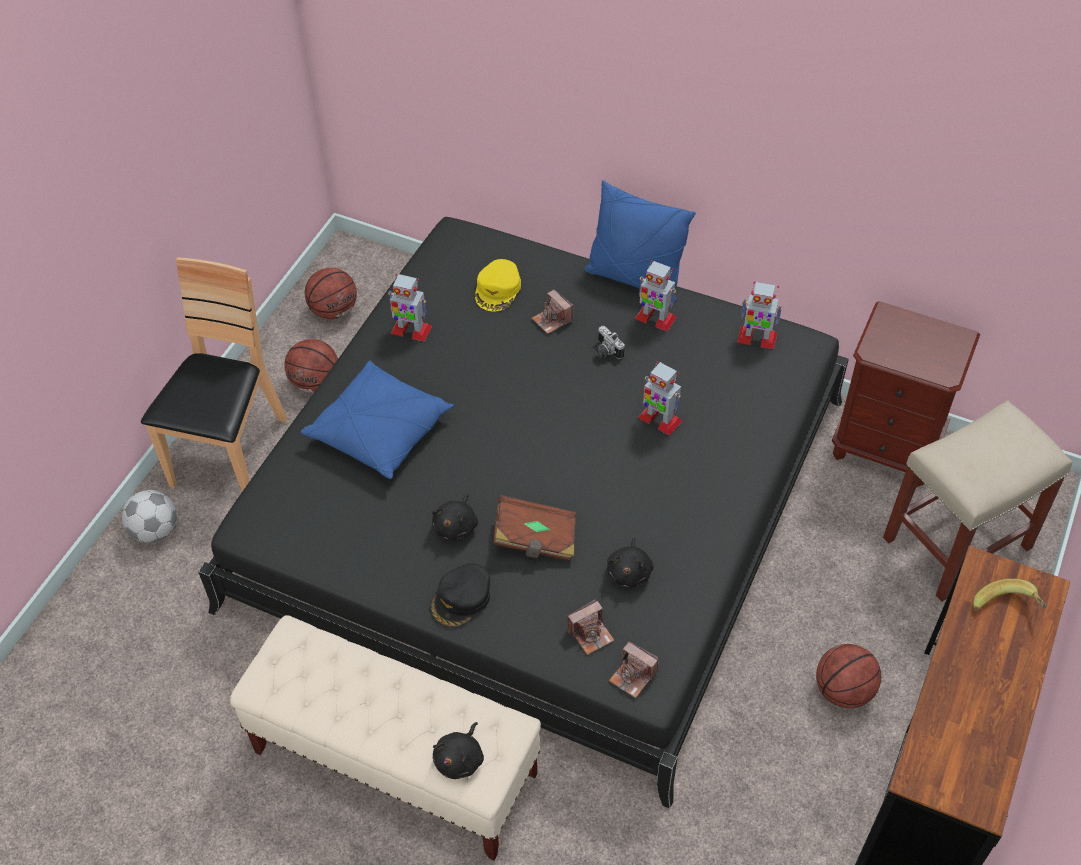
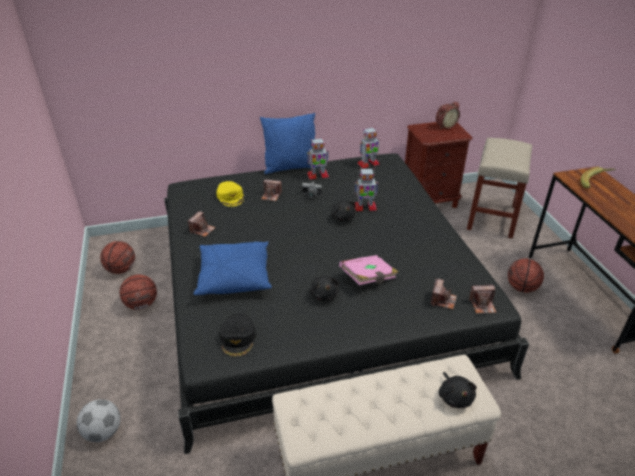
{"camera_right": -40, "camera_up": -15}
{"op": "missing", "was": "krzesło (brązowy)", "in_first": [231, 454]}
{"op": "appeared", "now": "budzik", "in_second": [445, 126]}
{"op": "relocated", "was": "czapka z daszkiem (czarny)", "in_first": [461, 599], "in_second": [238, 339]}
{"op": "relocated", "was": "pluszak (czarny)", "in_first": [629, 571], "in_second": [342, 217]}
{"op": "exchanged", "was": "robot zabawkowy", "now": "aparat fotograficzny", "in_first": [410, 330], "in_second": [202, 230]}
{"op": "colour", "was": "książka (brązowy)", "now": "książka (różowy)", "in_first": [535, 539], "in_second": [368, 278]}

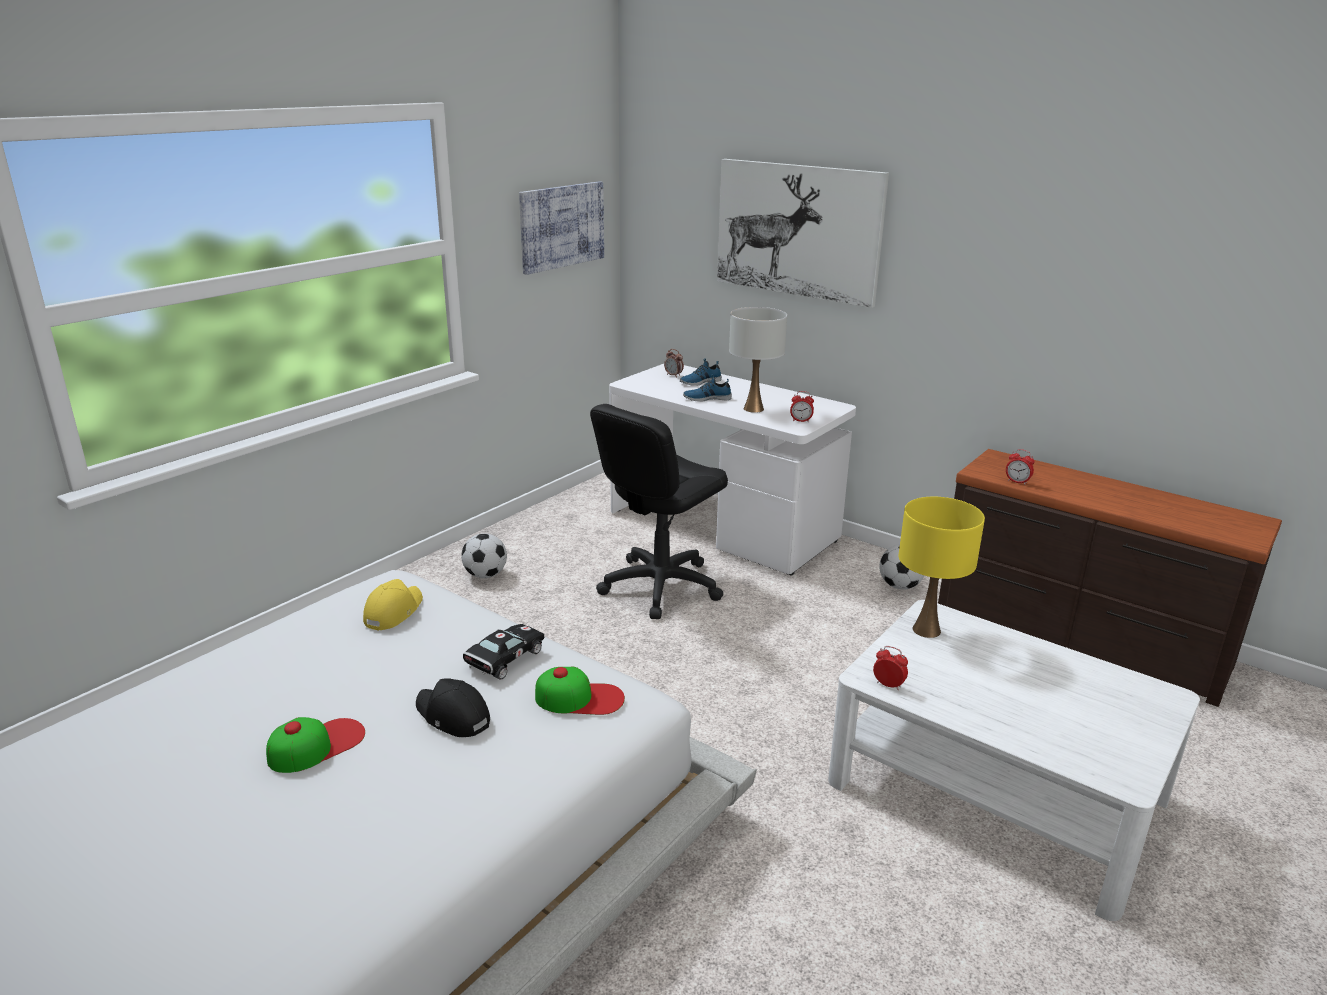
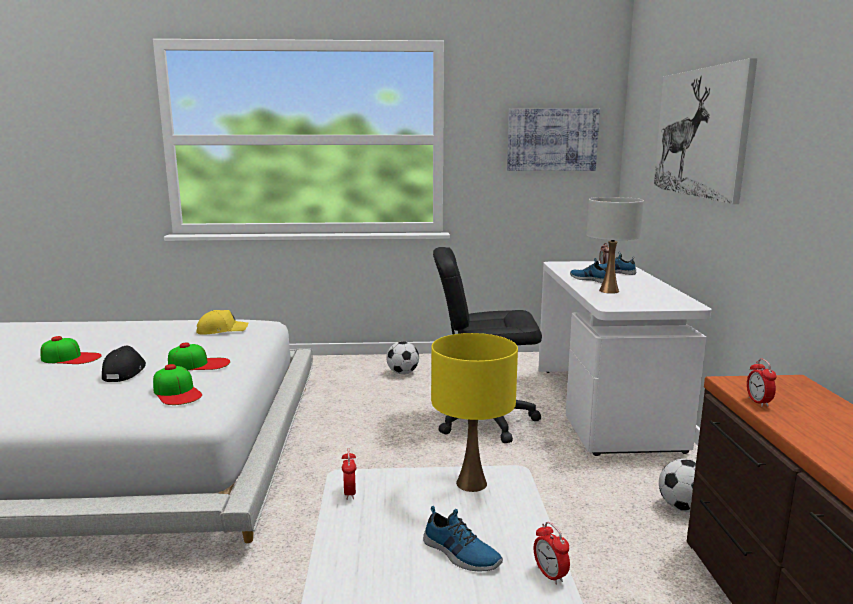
{"camera_right": 50, "camera_up": -10}
{"op": "appeared", "now": "but", "in_second": [460, 554]}
{"op": "relocated", "was": "budzik", "in_first": [801, 421], "in_second": [550, 575]}
{"op": "exchanged", "was": "samochodzik (czarny)", "now": "czapka z daszkiem", "in_first": [503, 660], "in_second": [199, 364]}

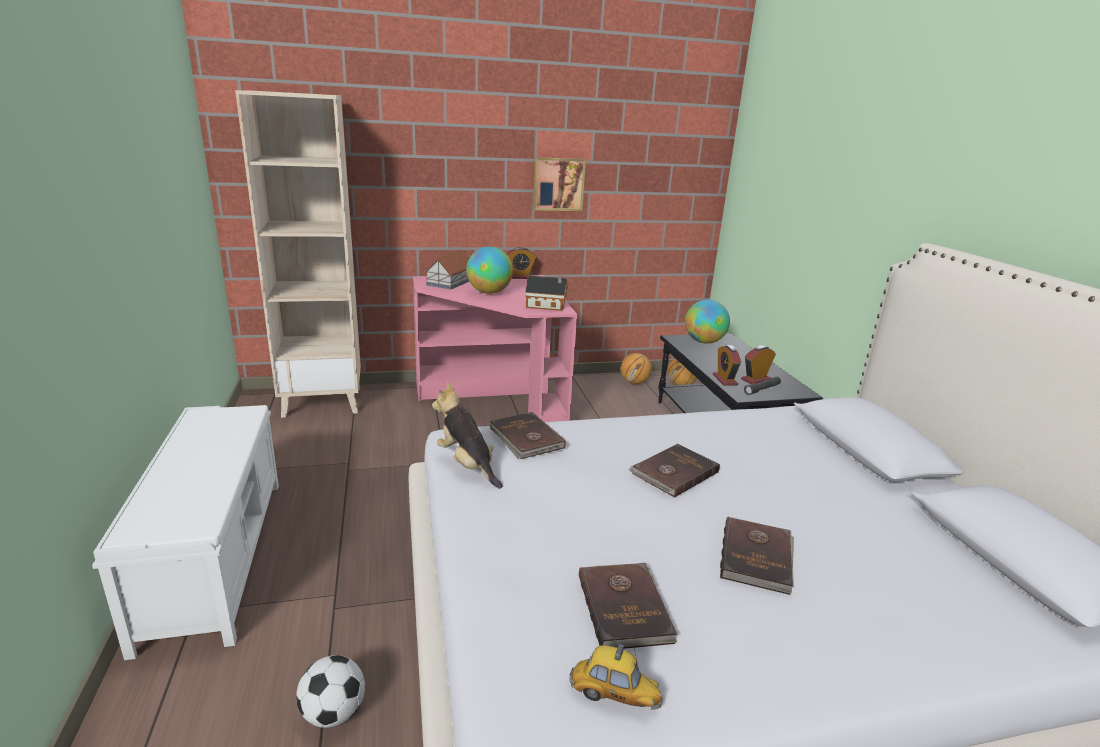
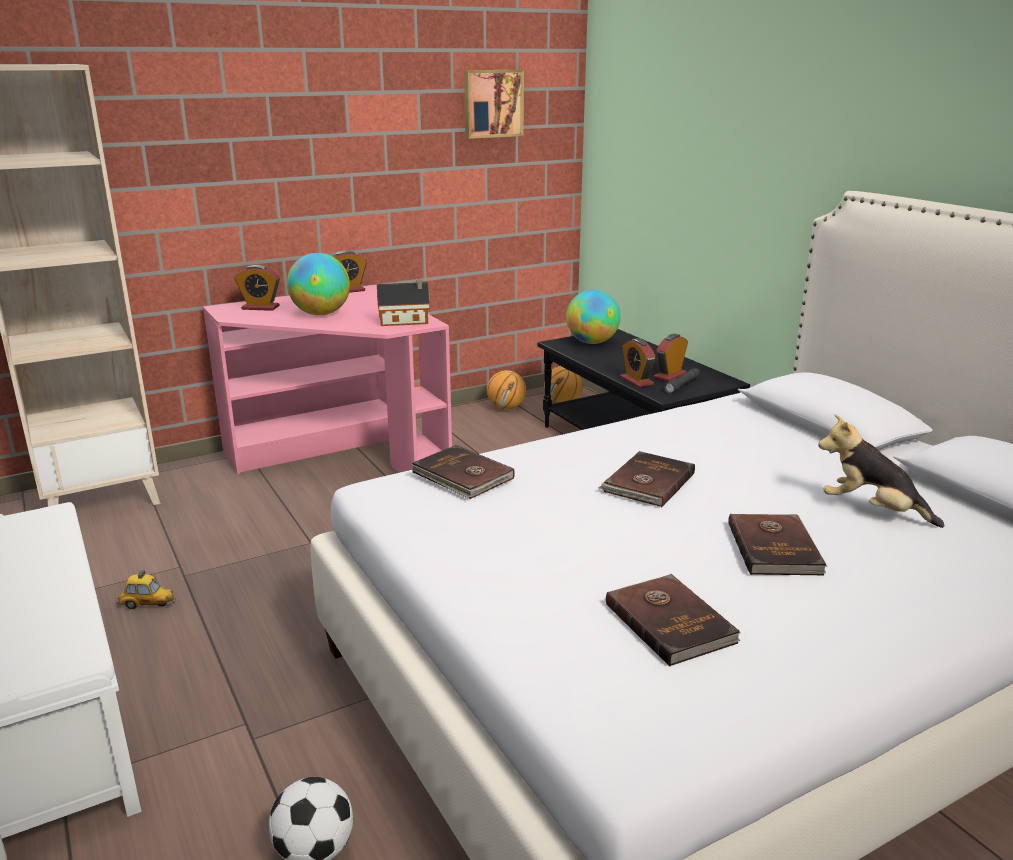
{"camera_right": -15, "camera_up": 0}
{"op": "relocated", "was": "pluszak", "in_first": [467, 465], "in_second": [871, 510]}
{"op": "relocated", "was": "obraz", "in_first": [558, 184], "in_second": [492, 103]}
{"op": "relocated", "was": "samochodzik", "in_first": [614, 695], "in_second": [147, 605]}
{"op": "exchanged", "was": "domek", "now": "budzik", "in_first": [450, 282], "in_second": [260, 307]}

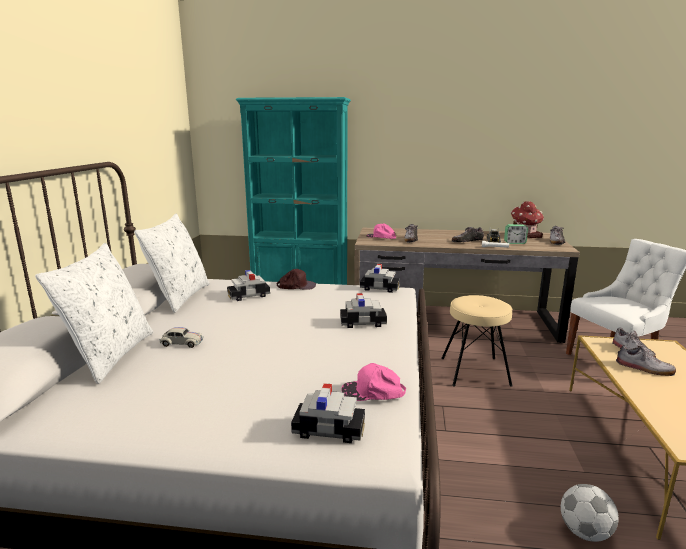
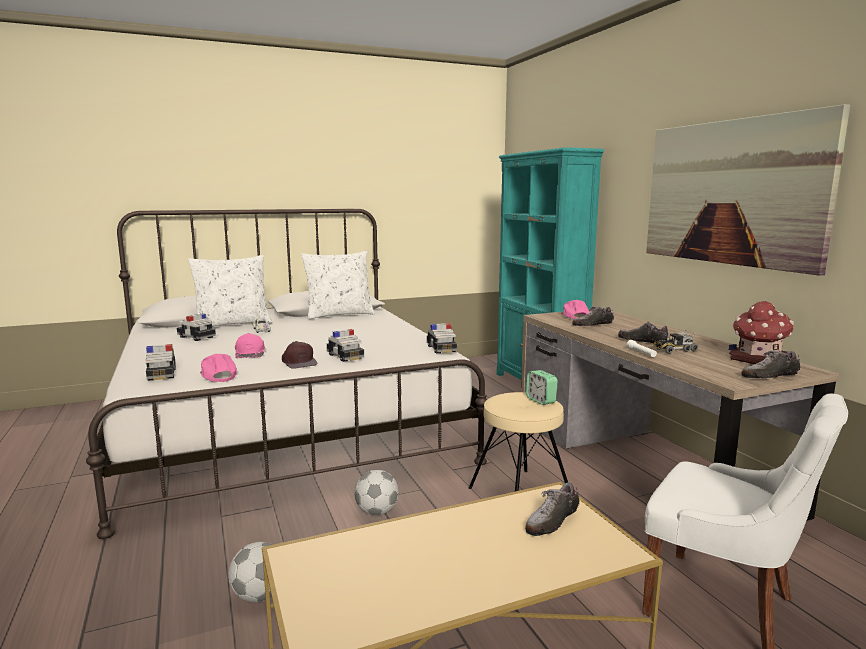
{"camera_right": 60, "camera_up": -5}
{"op": "missing", "was": "but", "in_first": [644, 368]}
{"op": "appeared", "now": "czapka z daszkiem (różowy)", "in_second": [250, 353]}
{"op": "appeared", "now": "piłka futbolowa", "in_second": [377, 512]}
{"op": "appeared", "now": "obraz", "in_second": [731, 192]}
{"op": "relocated", "was": "samochodzik", "in_first": [248, 295], "in_second": [196, 337]}
{"op": "relocated", "was": "czapka z daszkiem (brązowy)", "in_first": [296, 286], "in_second": [299, 362]}
{"op": "relocated", "was": "budzik", "in_first": [514, 243], "in_second": [541, 400]}

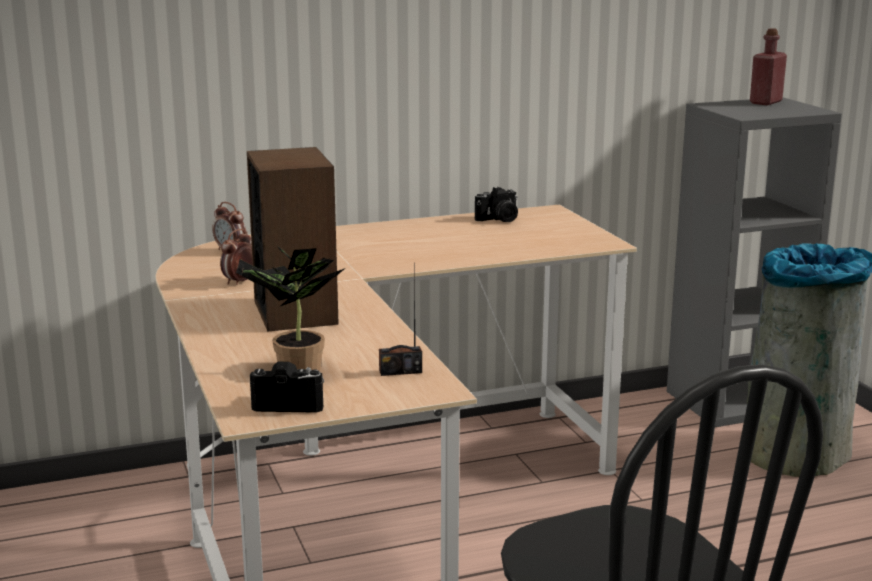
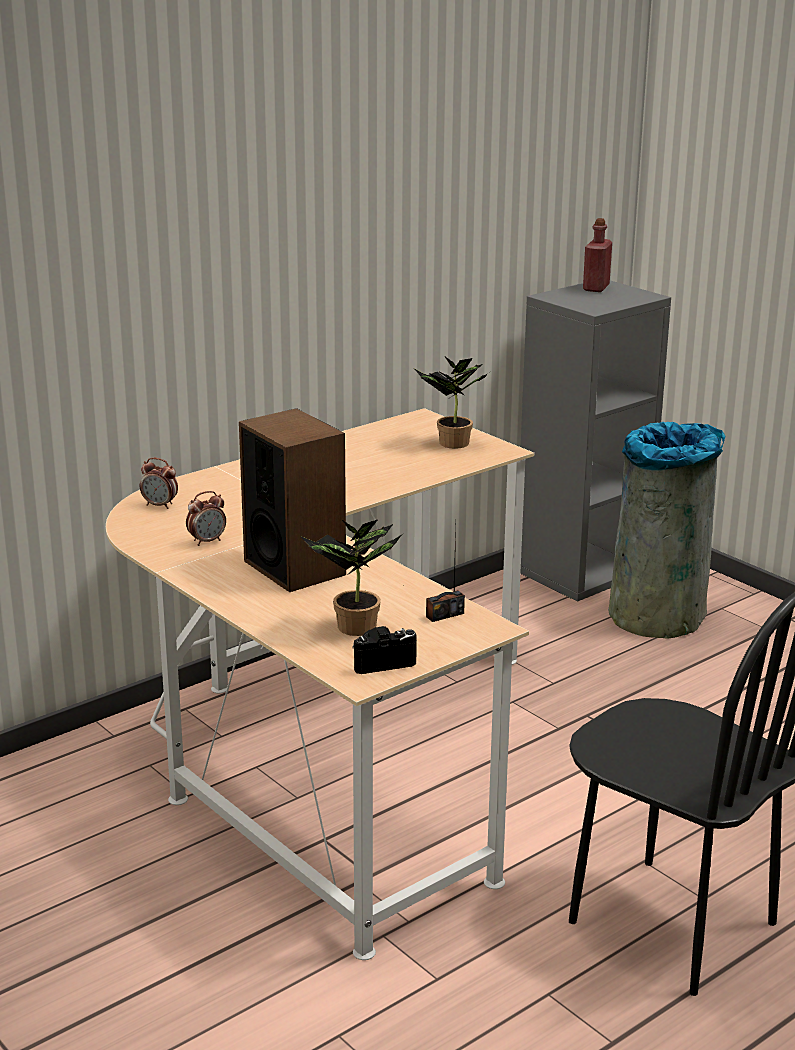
{"camera_right": -20, "camera_up": 5}
{"op": "missing", "was": "aparat fotograficzny", "in_first": [499, 220]}
{"op": "appeared", "now": "roślina doniczkowa", "in_second": [450, 444]}
{"op": "spun", "was": "budzik", "in_first": [239, 282], "in_second": [207, 541], "clockwise": -135}

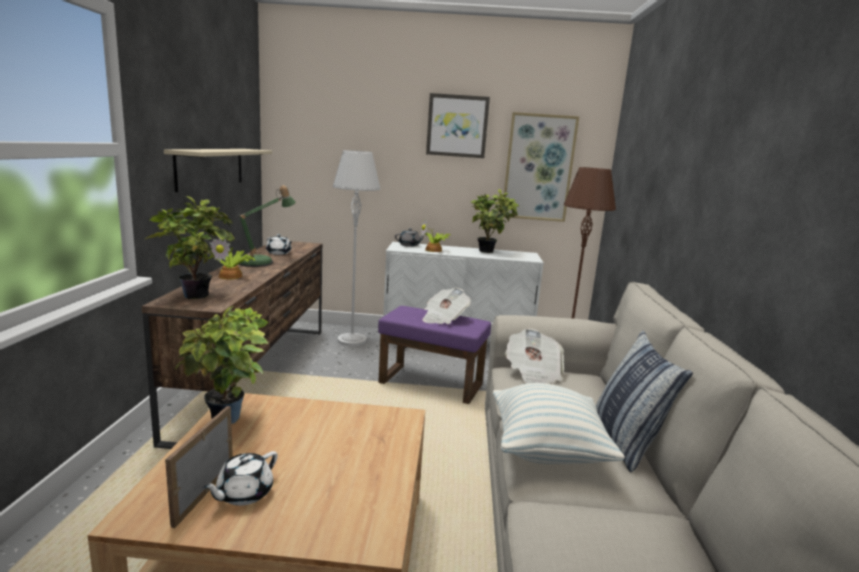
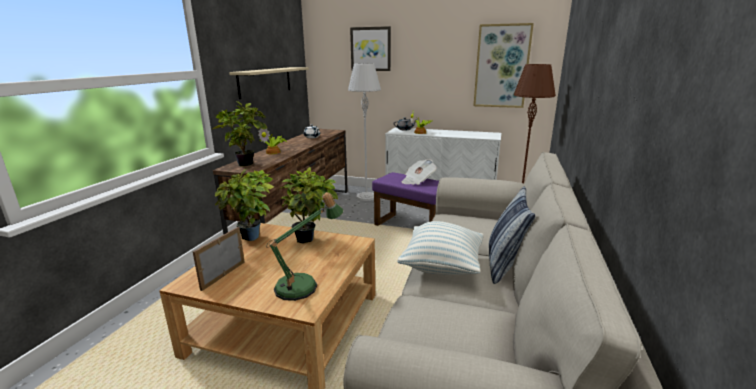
{"camera_right": 15, "camera_up": 5}
{"op": "missing", "was": "imbryk (biały)", "in_first": [243, 494]}
{"op": "missing", "was": "gazeta", "in_first": [533, 373]}
{"op": "relocated", "was": "lampa stołowa", "in_first": [261, 262], "in_second": [303, 286]}
{"op": "relocated", "was": "obraz", "in_first": [457, 126], "in_second": [370, 49]}
{"op": "relocated", "was": "roślina doniczkowa", "in_first": [490, 252], "in_second": [310, 240]}

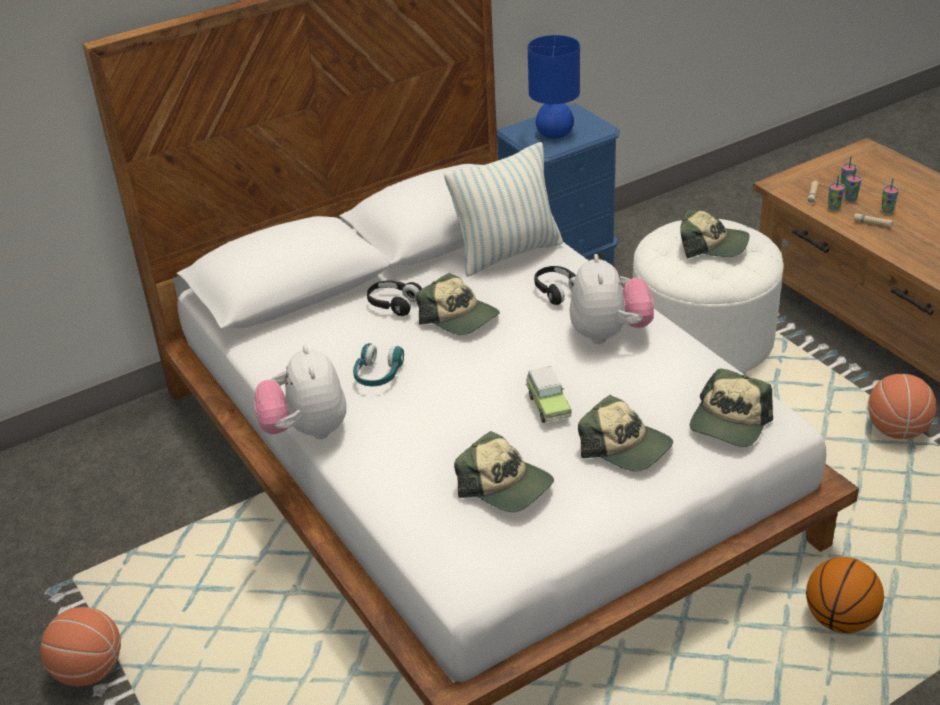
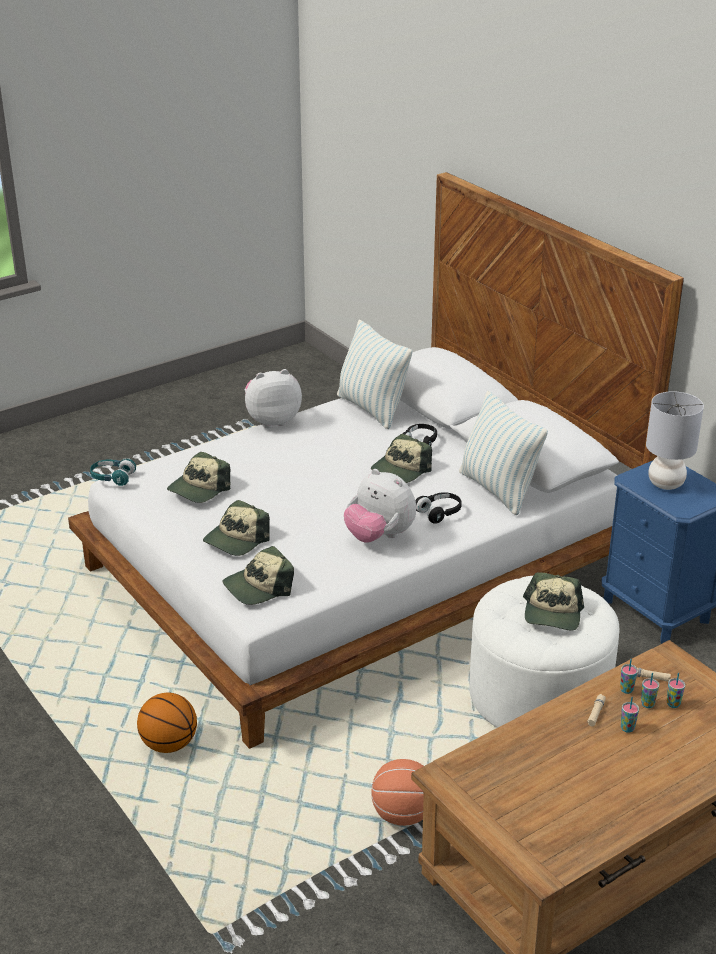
{"camera_right": 85, "camera_up": -5}
{"op": "missing", "was": "piłka do koszykówki", "in_first": [89, 670]}
{"op": "missing", "was": "samochodzik", "in_first": [547, 405]}
{"op": "appeared", "now": "poduszka", "in_second": [372, 409]}
{"op": "relocated", "was": "słuchawki (turkusowy)", "in_first": [378, 375], "in_second": [112, 478]}
{"op": "colour", "was": "lampa stołowa (niebieski)", "now": "lampa stołowa (szary)", "in_first": [554, 133], "in_second": [666, 484]}
{"op": "spun", "was": "pluszak", "in_first": [609, 334], "in_second": [379, 536], "clockwise": 45}
{"op": "spun", "was": "czapka z daszkiem", "in_first": [729, 422], "in_second": [258, 587], "clockwise": -60}

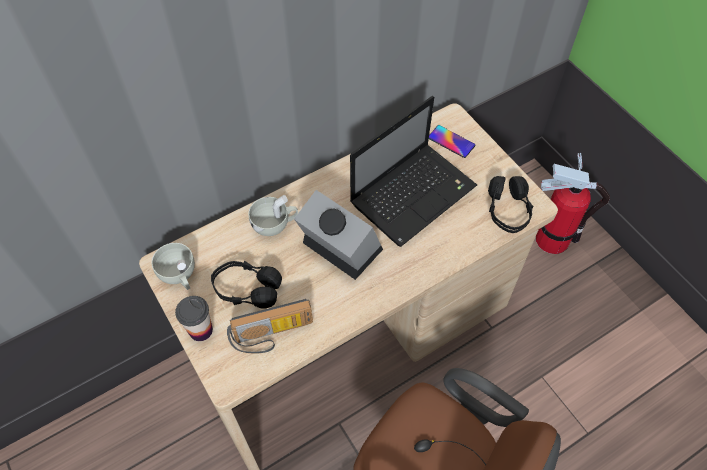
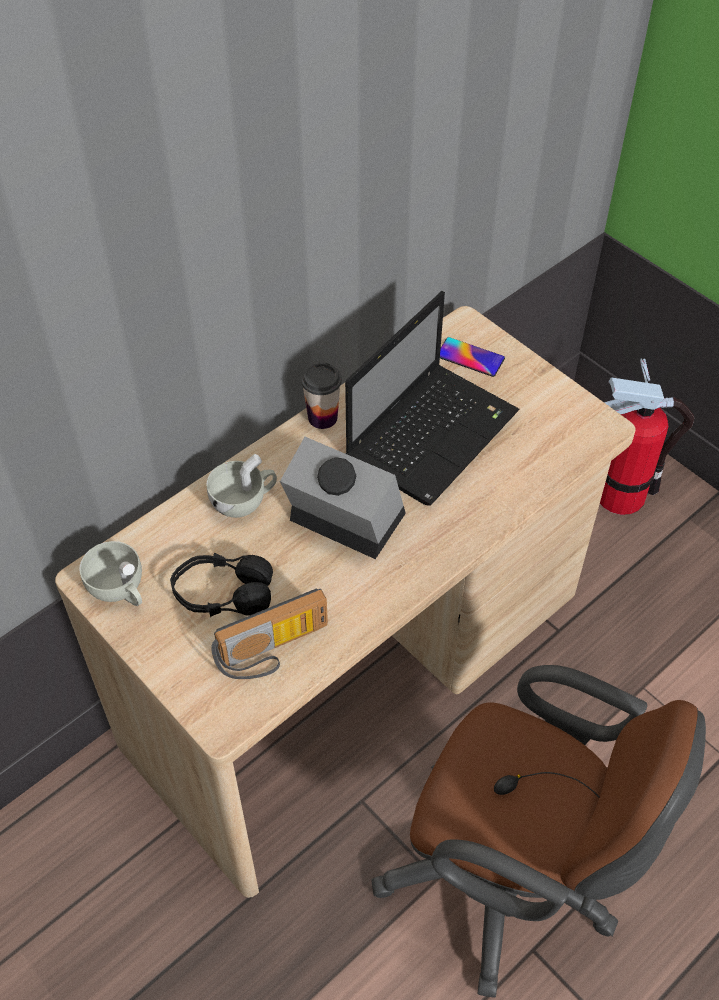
{"camera_right": -10, "camera_up": -5}
{"op": "missing", "was": "słuchawki (czarny)", "in_first": [507, 211]}
{"op": "relocated", "was": "filiżanka", "in_first": [200, 330], "in_second": [322, 417]}

